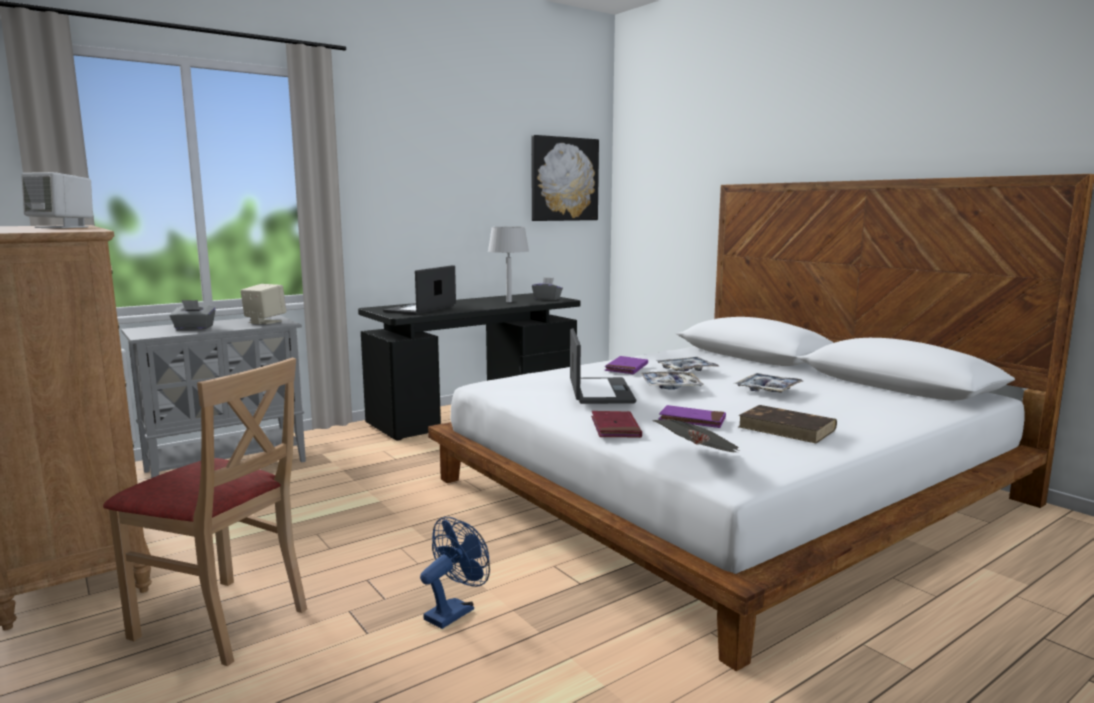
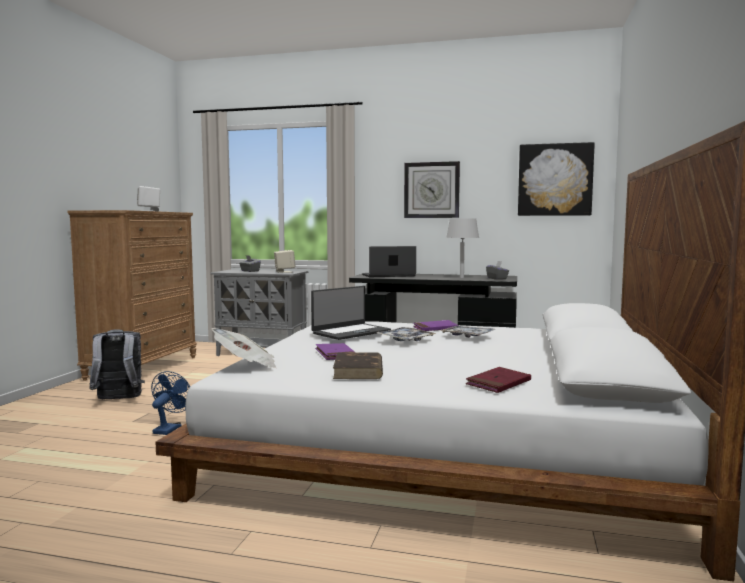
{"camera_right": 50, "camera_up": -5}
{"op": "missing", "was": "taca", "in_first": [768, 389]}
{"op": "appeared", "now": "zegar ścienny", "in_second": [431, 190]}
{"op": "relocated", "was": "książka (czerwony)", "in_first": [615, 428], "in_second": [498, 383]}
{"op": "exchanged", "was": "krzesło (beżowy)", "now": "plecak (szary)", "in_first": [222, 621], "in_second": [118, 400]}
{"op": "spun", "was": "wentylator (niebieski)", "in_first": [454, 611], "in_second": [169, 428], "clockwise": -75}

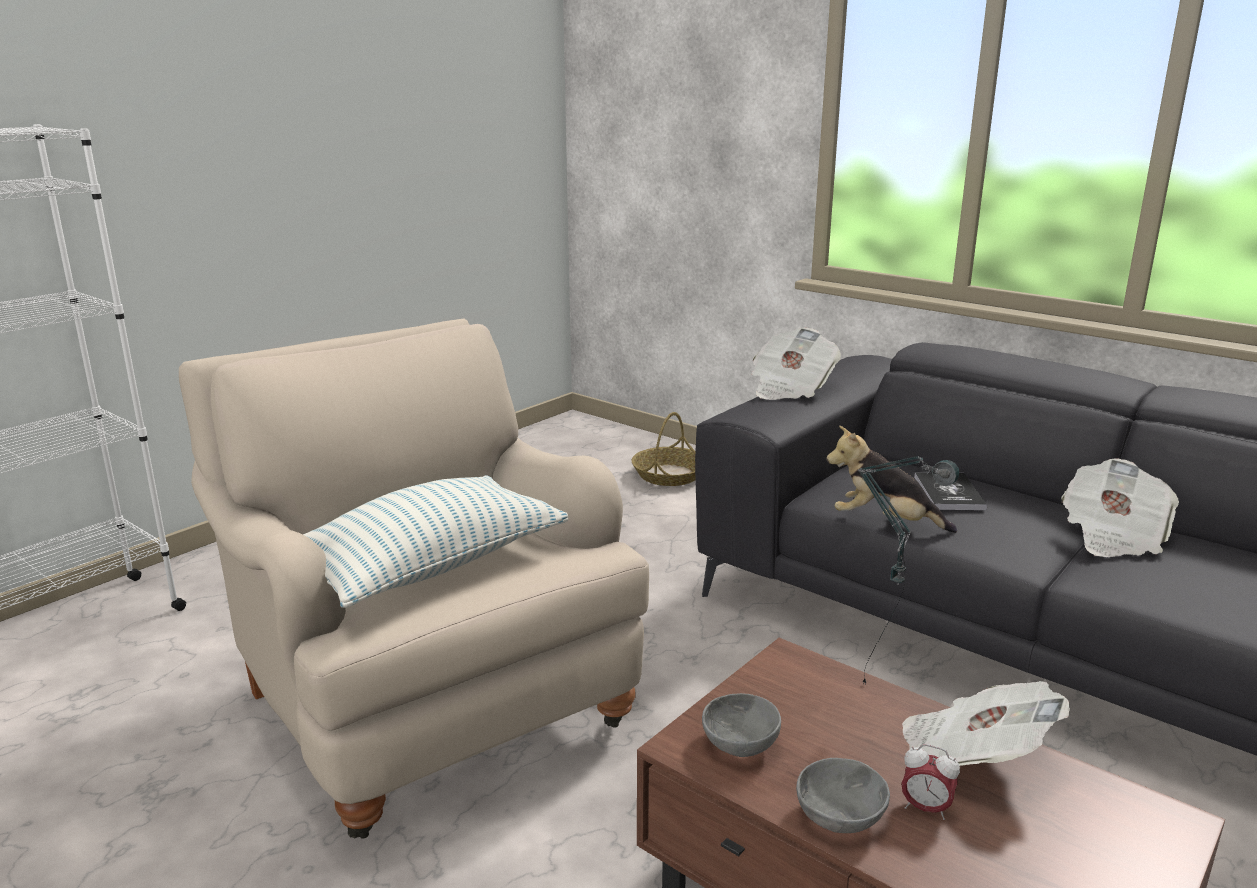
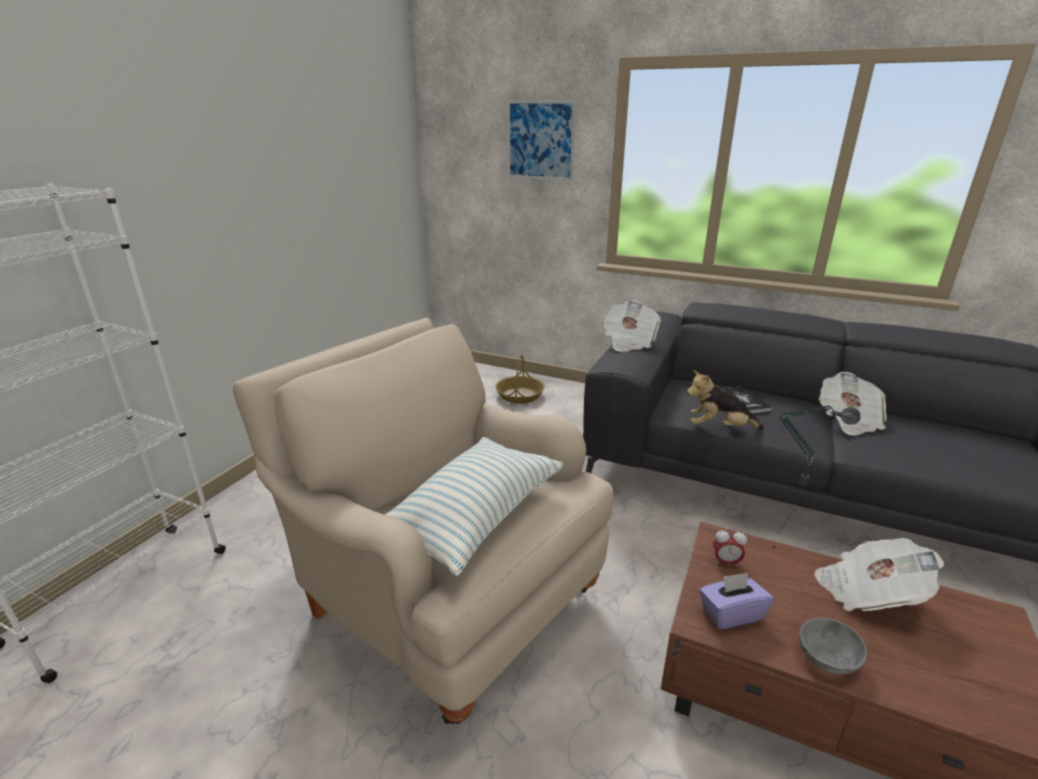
{"camera_right": -15, "camera_up": 5}
{"op": "appeared", "now": "obraz", "in_second": [540, 140]}
{"op": "relocated", "was": "budzik", "in_first": [925, 808], "in_second": [726, 562]}
{"op": "exchanged", "was": "miska (szary)", "now": "pudełko chusteczek (fioletowy)", "in_first": [739, 744], "in_second": [731, 613]}

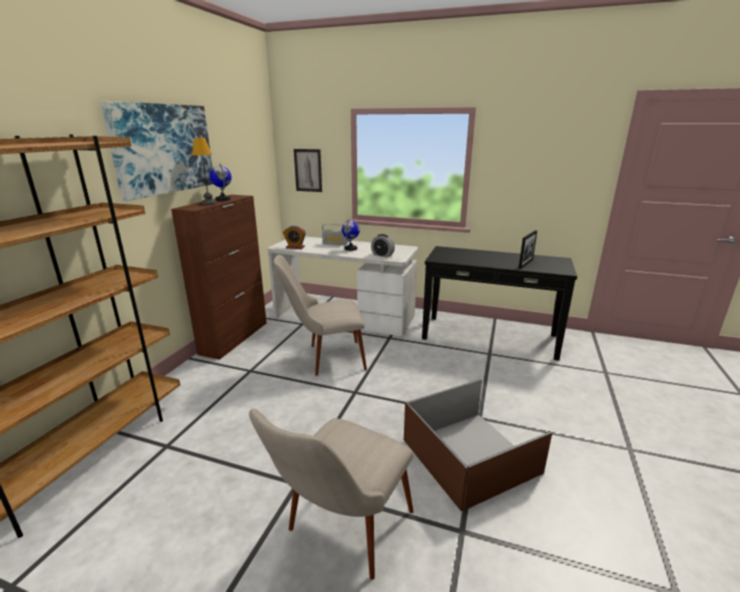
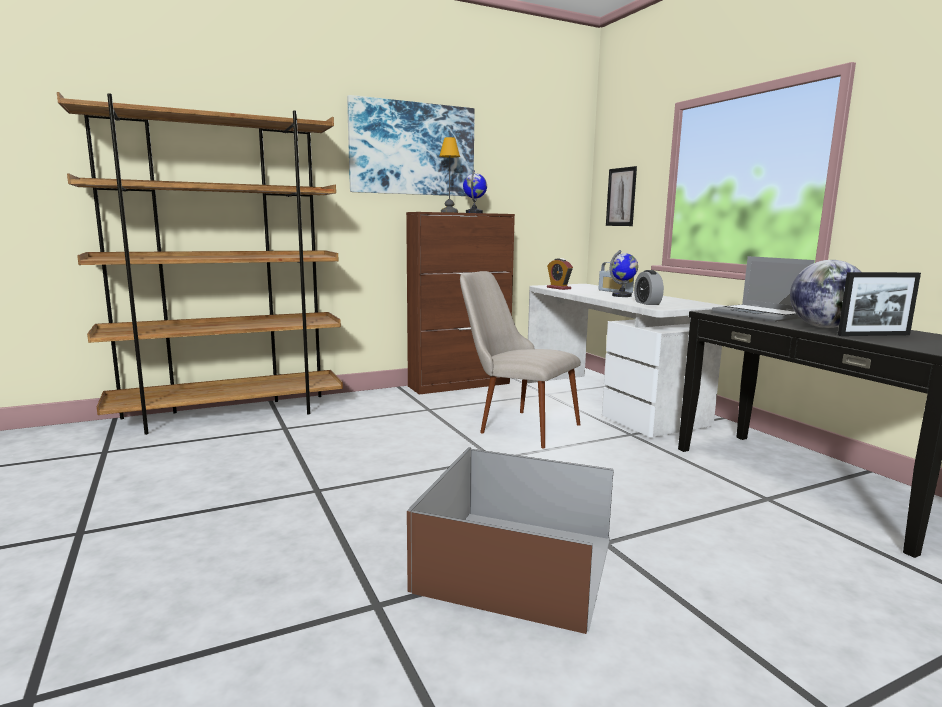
{"camera_right": 45, "camera_up": -10}
{"op": "missing", "was": "krzesło (beżowy)", "in_first": [340, 536]}
{"op": "appeared", "now": "laptop", "in_second": [760, 315]}
{"op": "appeared", "now": "globus", "in_second": [823, 327]}

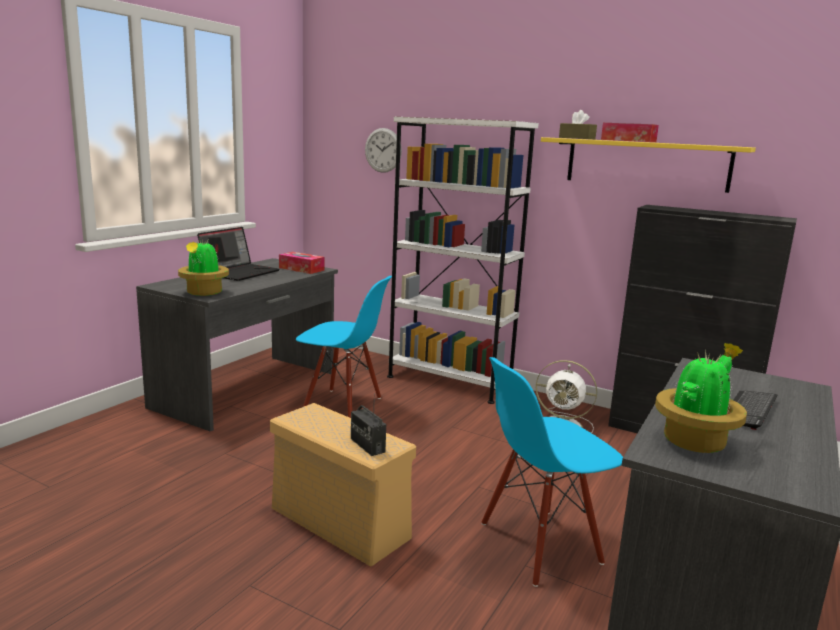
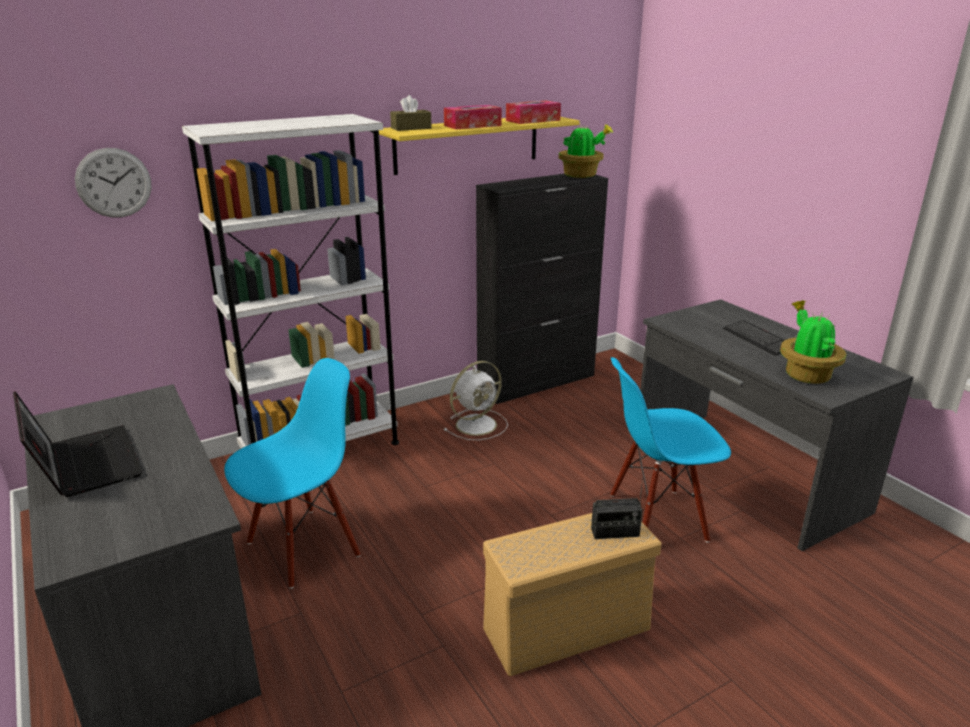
{"camera_right": -60, "camera_up": 10}
{"op": "relocated", "was": "roślina doniczkowa", "in_first": [204, 293], "in_second": [581, 175]}
{"op": "relocated", "was": "pudełko chusteczek", "in_first": [301, 269], "in_second": [533, 120]}
{"op": "spun", "was": "krzesło (niebieski)", "in_first": [540, 545], "in_second": [656, 519], "clockwise": 75}

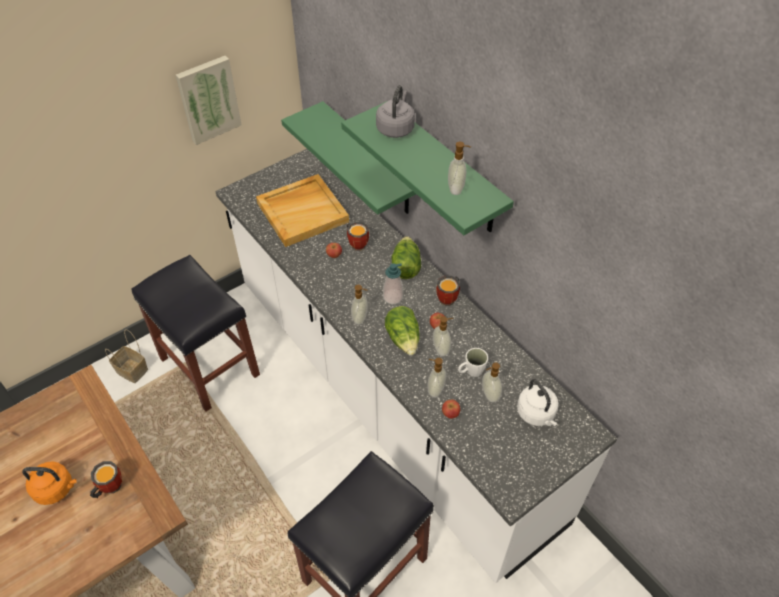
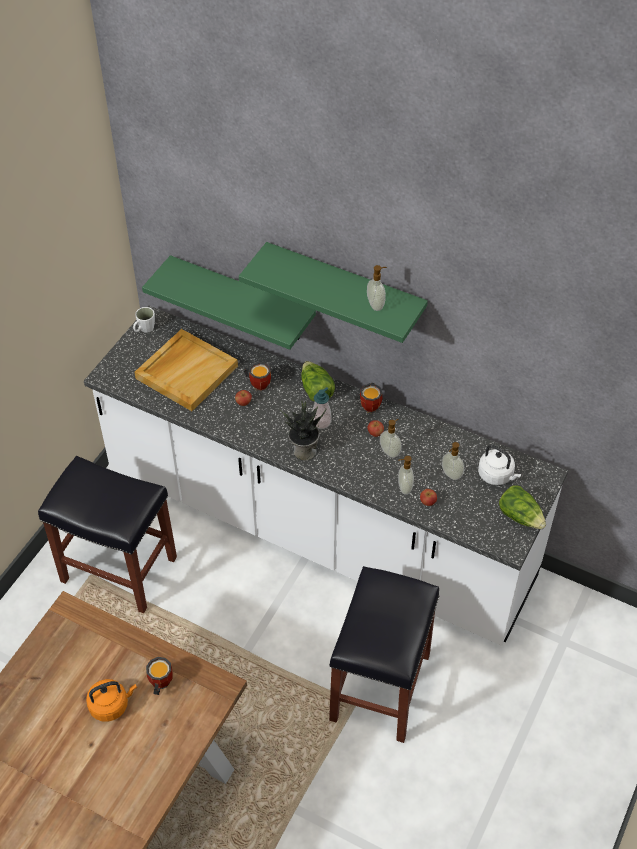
{"camera_right": -25, "camera_up": 0}
{"op": "missing", "was": "koszyk", "in_first": [133, 370]}
{"op": "missing", "was": "obraz", "in_first": [208, 99]}
{"op": "missing", "was": "czajnik (szary)", "in_first": [396, 128]}
{"op": "relocated", "was": "sałata", "in_first": [404, 338], "in_second": [520, 516]}
{"op": "relocated", "was": "kubek (biały)", "in_first": [471, 371], "in_second": [144, 329]}
{"op": "exchanged", "was": "dozownik mydła", "now": "roślina doniczkowa", "in_first": [360, 318], "in_second": [303, 451]}

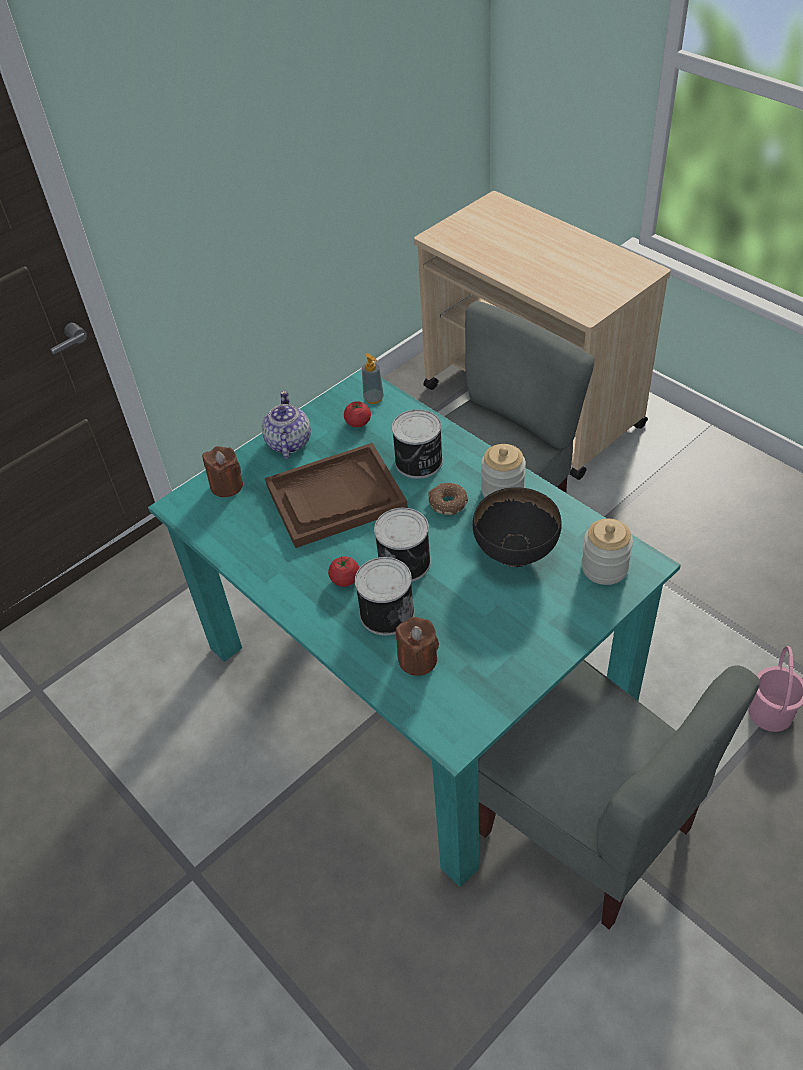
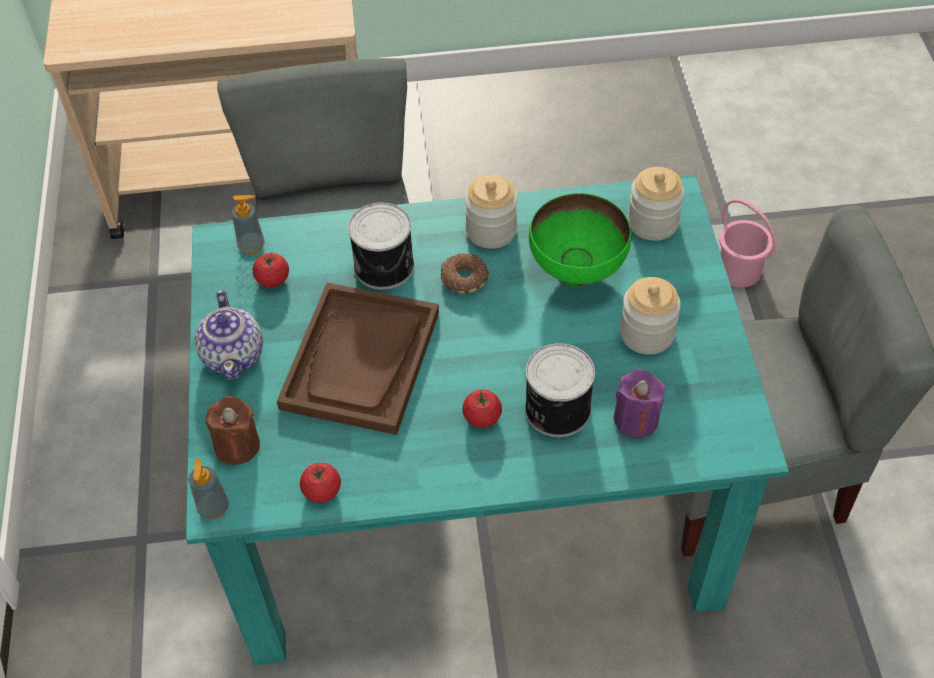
{"camera_right": -55, "camera_up": 5}
{"op": "missing", "was": "puszka", "in_first": [405, 561]}
{"op": "appeared", "now": "dozownik mydła", "in_second": [213, 508]}
{"op": "appeared", "now": "pomidor", "in_second": [322, 491]}
{"op": "appeared", "now": "słoik", "in_second": [647, 333]}
{"op": "colour", "was": "świeca (brązowy)", "now": "świeca (fioletowy)", "in_first": [418, 659], "in_second": [636, 419]}
{"op": "colour", "was": "miska (czarny)", "now": "miska (zielony)", "in_first": [515, 554], "in_second": [577, 270]}
{"op": "spun", "was": "imbryk", "in_first": [288, 443], "in_second": [234, 354], "clockwise": -135}

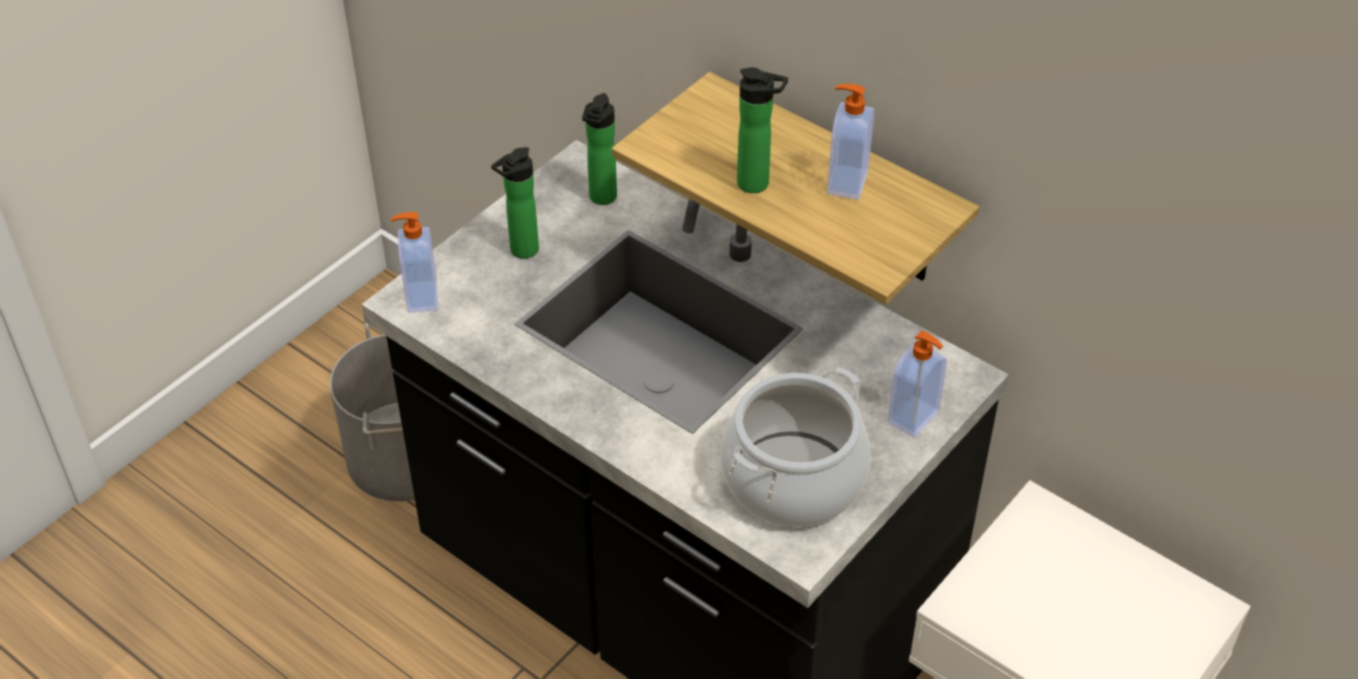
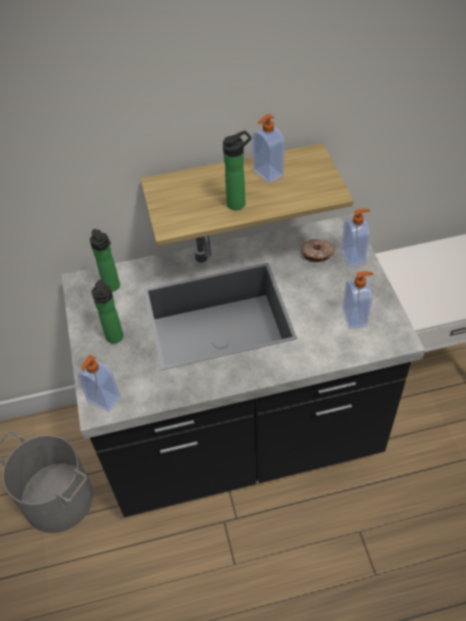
{"camera_right": -50, "camera_up": 5}
{"op": "appeared", "now": "donut", "in_second": [317, 254]}
{"op": "exchanged", "was": "garnek", "now": "dozownik mydła", "in_first": [792, 479], "in_second": [355, 318]}

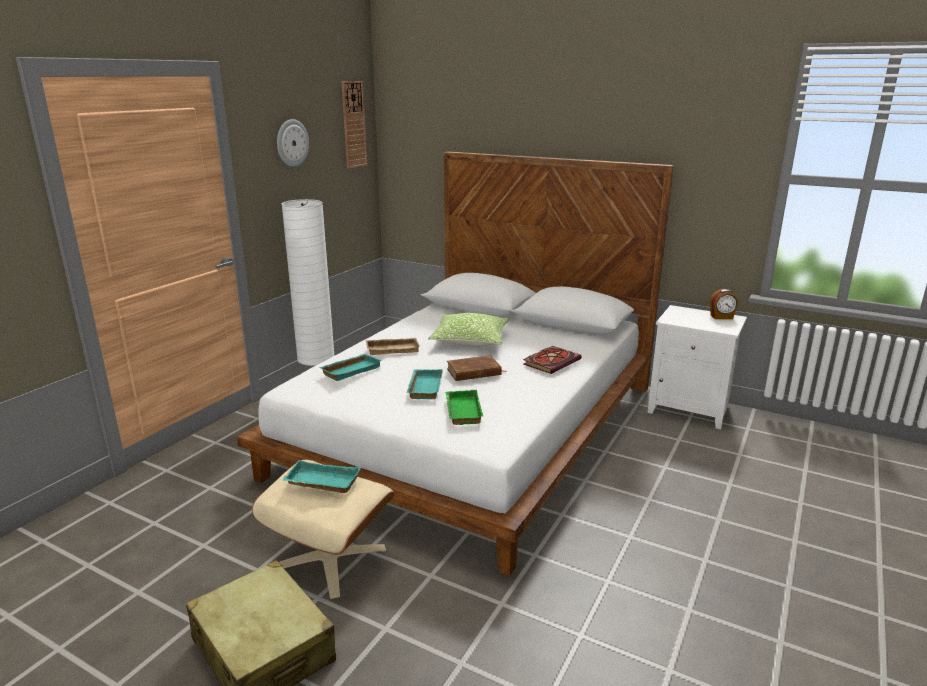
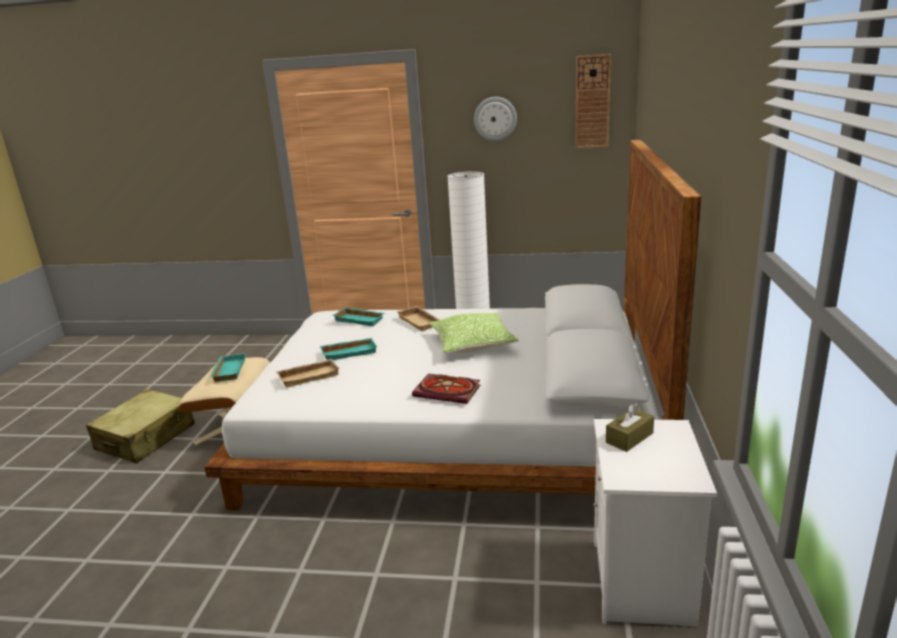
{"camera_right": 70, "camera_up": 0}
{"op": "missing", "was": "książka (brązowy)", "in_first": [474, 372]}
{"op": "missing", "was": "budzik", "in_first": [721, 317]}
{"op": "appeared", "now": "pudełko chusteczek (brązowy)", "in_second": [629, 438]}
{"op": "colour", "was": "taca (zielony)", "now": "taca (beżowy)", "in_first": [461, 411], "in_second": [309, 376]}

